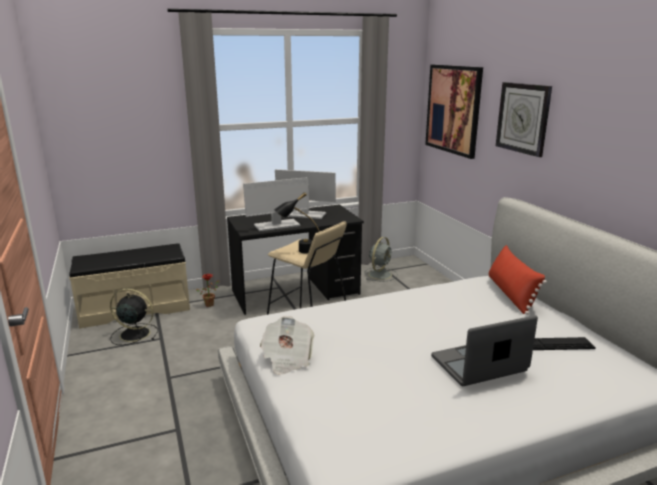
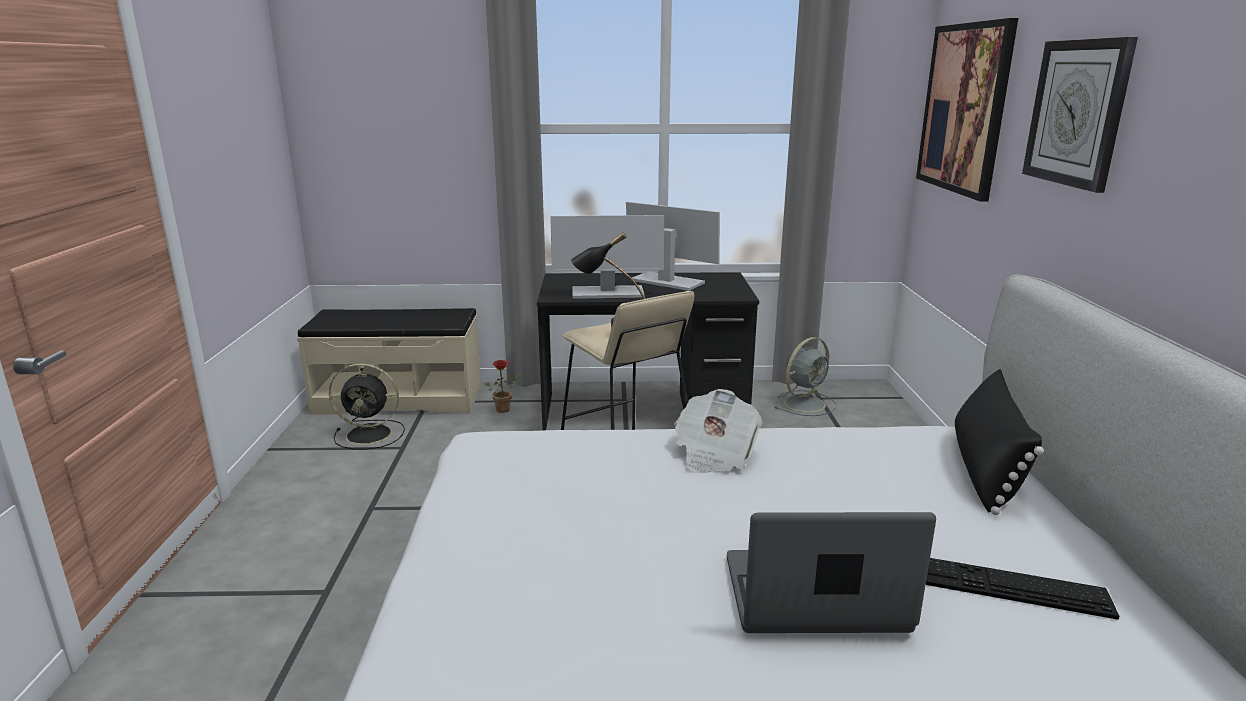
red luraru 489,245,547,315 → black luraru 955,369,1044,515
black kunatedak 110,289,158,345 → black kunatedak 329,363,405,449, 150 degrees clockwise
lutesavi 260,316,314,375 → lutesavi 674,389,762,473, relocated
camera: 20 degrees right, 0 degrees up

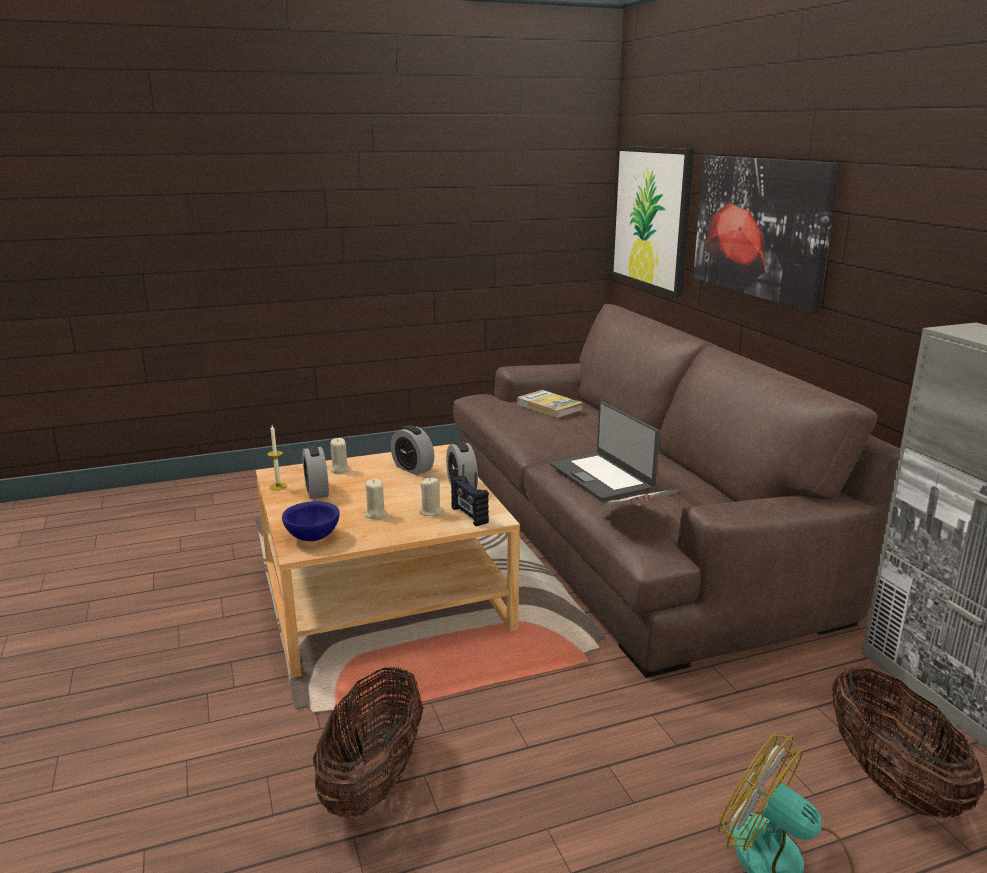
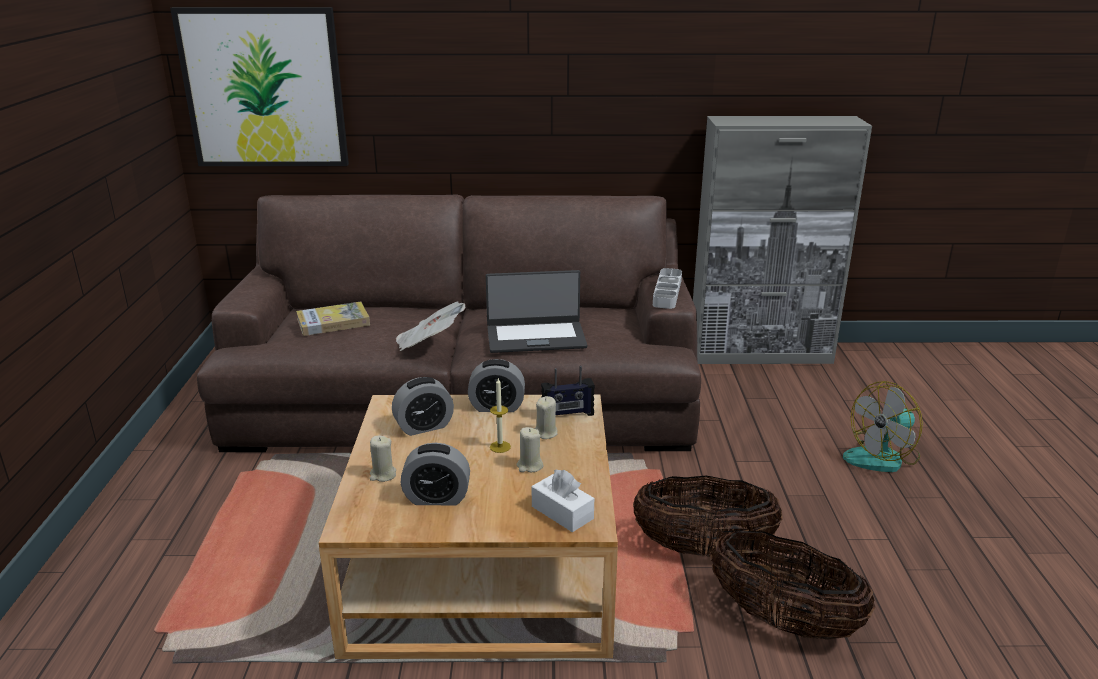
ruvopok 693,155,840,313 → -
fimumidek 267,425,287,490 → fimumidek 490,378,511,453, relocated
lutesavi 596,490,679,507 → lutesavi 396,301,465,351, relocated
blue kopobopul 282,501,340,541 → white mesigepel 532,470,594,532
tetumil 832,667,985,819 → tetumil 633,476,783,557, relocated
- → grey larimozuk 653,268,682,309
camera: 70 degrees left, 5 degrees up

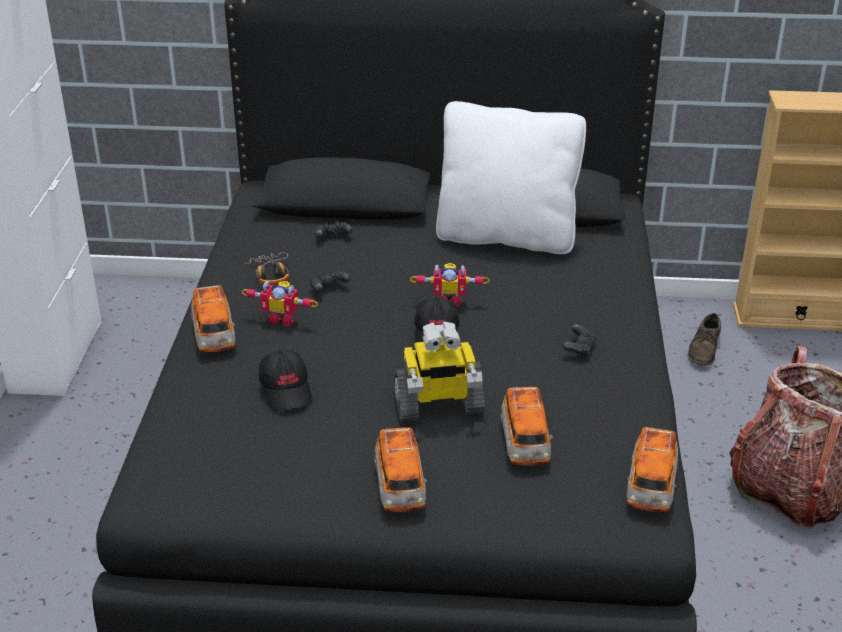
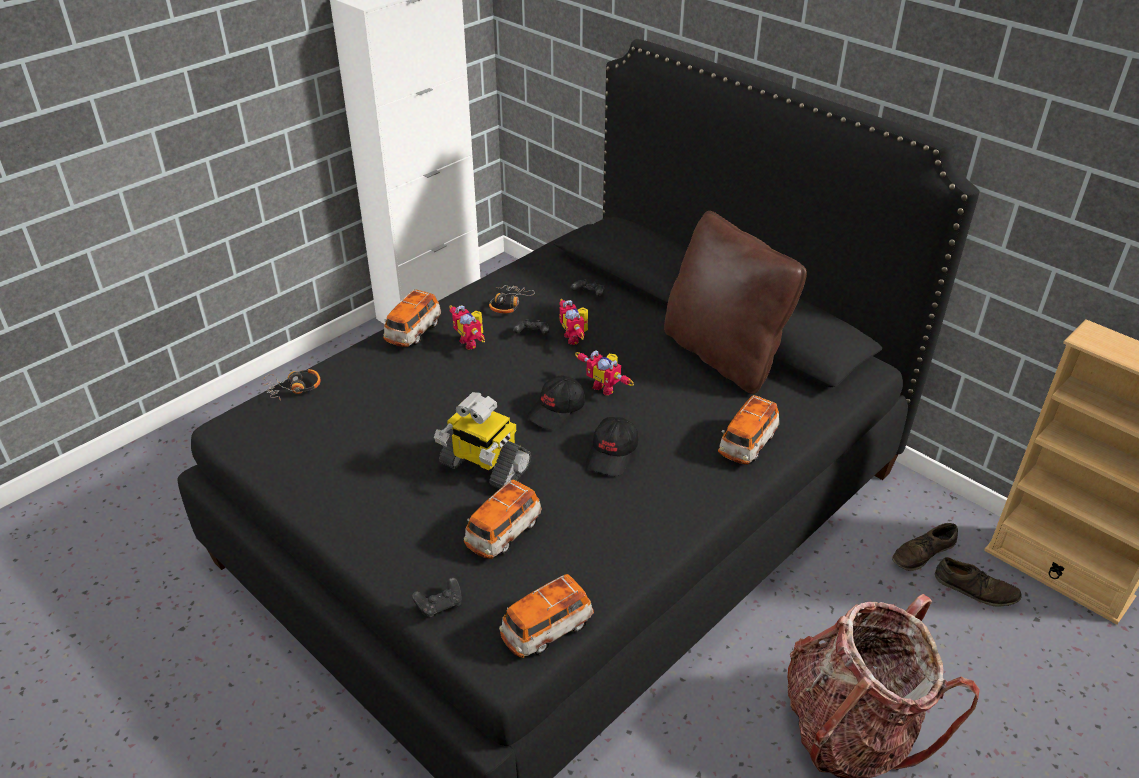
white luraru 436,101,586,254 → brown luraru 664,211,807,394
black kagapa 563,324,596,358 → black kagapa 412,577,462,618, relocated
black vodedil 259,350,313,412 → black vodedil 586,417,638,476, relocated
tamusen 374,427,427,512 → tamusen 718,395,779,464, relocated
- → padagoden 559,299,588,345
- → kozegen 264,369,321,401
- → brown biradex 935,557,1021,606
camera: 40 degrees right, 5 degrees up

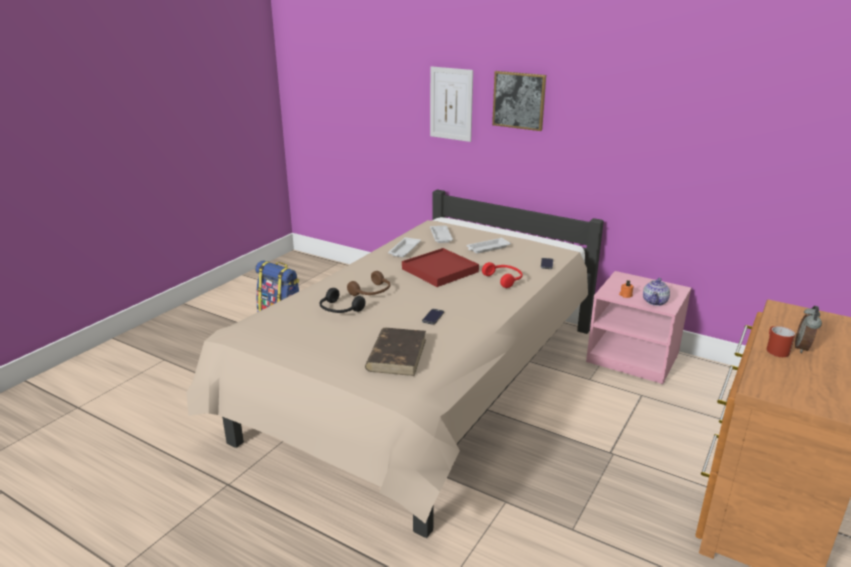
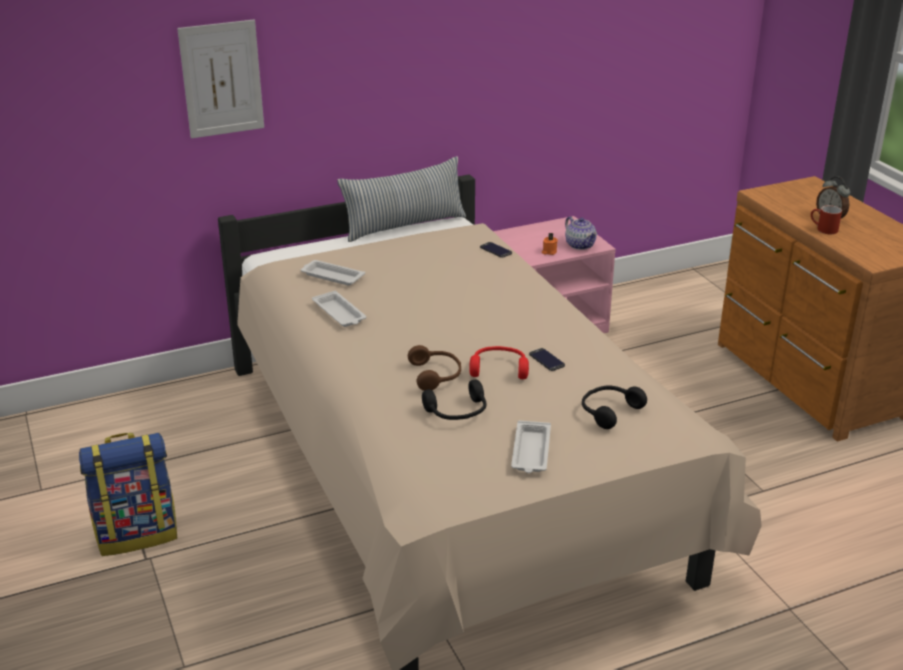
ruvopok 492,71,546,131 → -
white larimozuk 466,238,511,254 → white larimozuk 511,421,551,473, relocated
red larimozuk 402,248,479,287 → -
red kozegen 482,262,523,288 → red kozegen 469,346,529,379, relocated
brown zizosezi 365,328,426,376 → black kozegen 582,386,647,429
- → luraru 337,157,466,242
camera: 55 degrees left, 5 degrees up

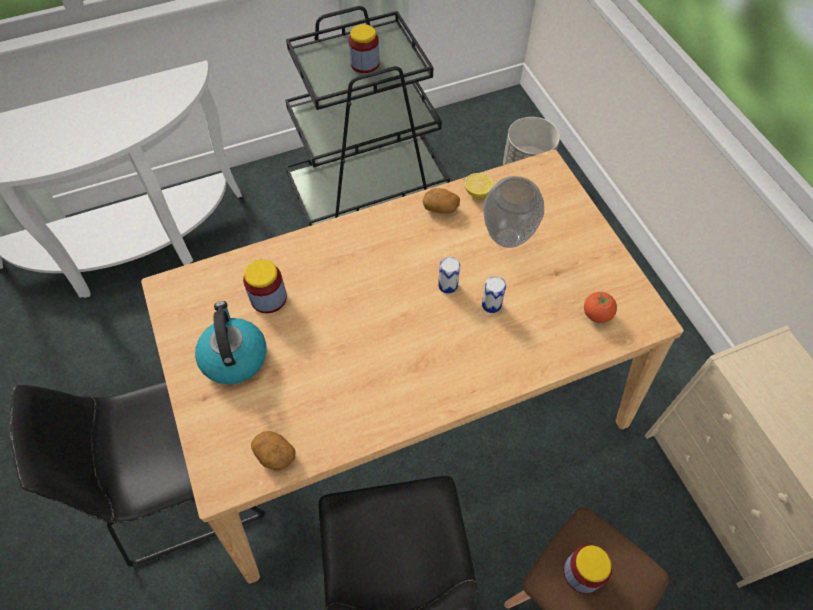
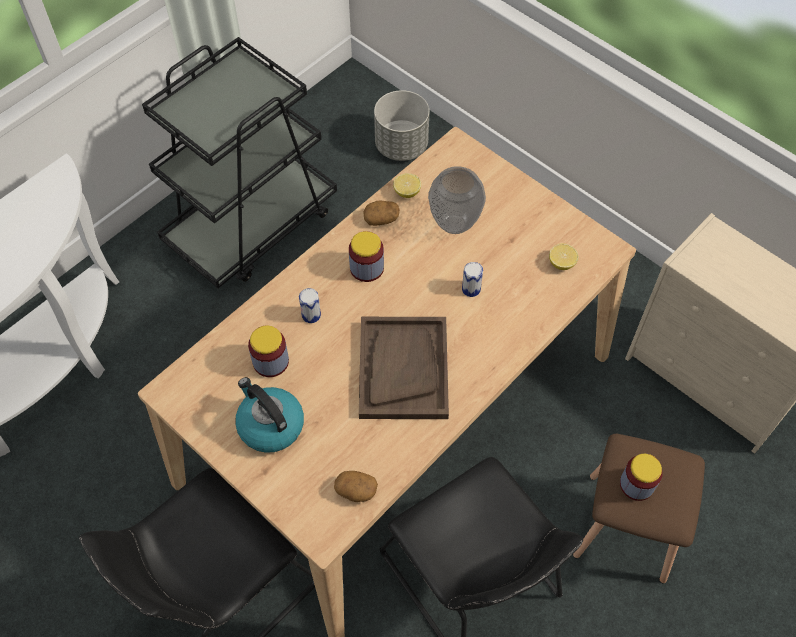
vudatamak 349,24,379,73 → vudatamak 349,231,384,282, relocated
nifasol 438,257,460,294 → nifasol 299,288,321,323, relocated
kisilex 584,292,617,323 → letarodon 549,243,579,270
- → brown larimozuk 359,317,449,419
camera: 25 degrees left, 0 degrees up

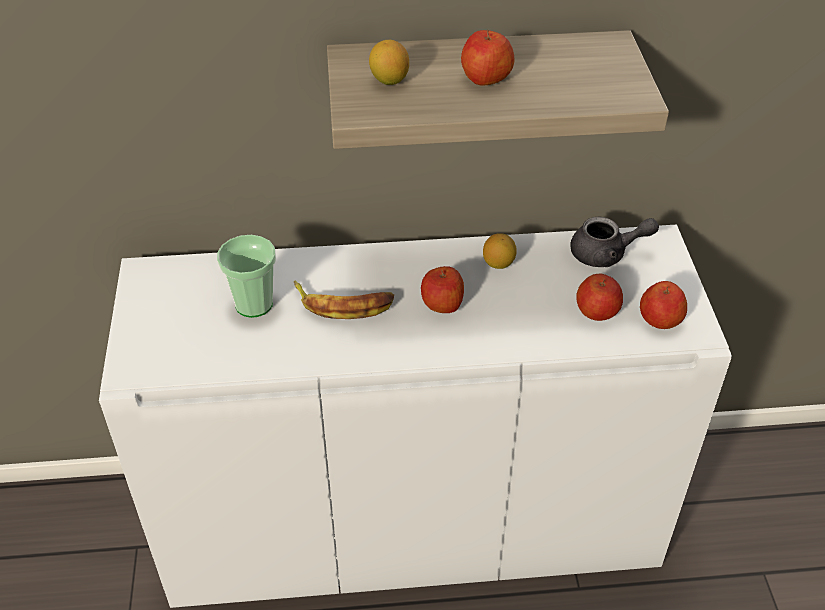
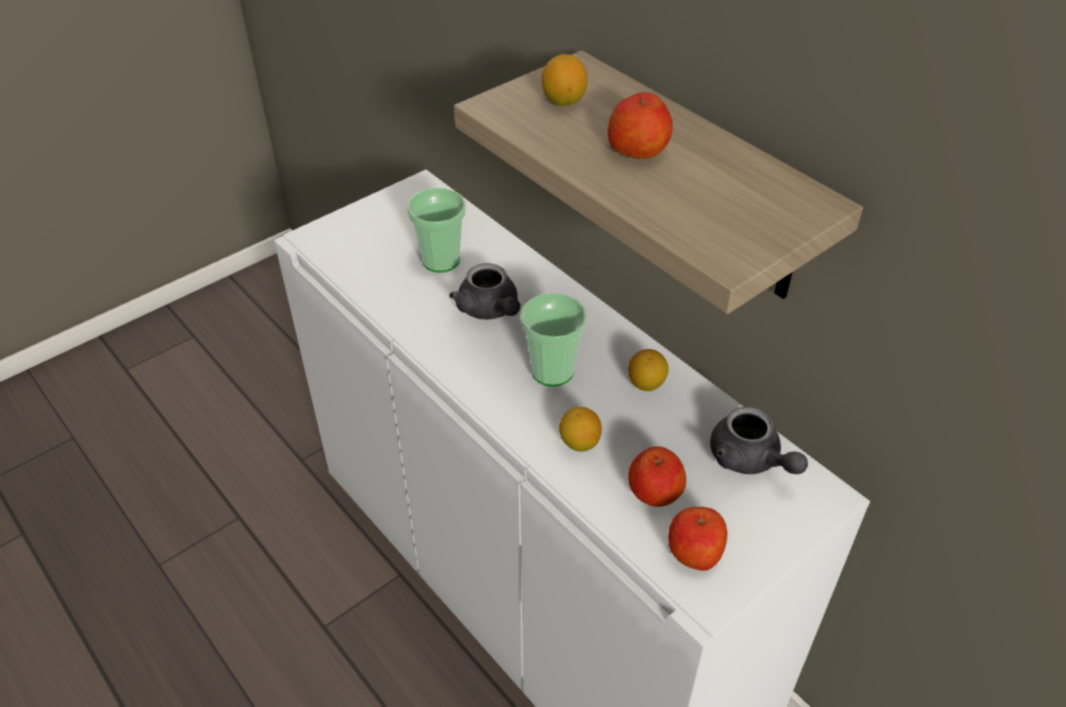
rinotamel 421,266,464,313 → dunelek 520,293,587,387
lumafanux 294,281,394,319 → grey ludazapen 449,263,520,320
- → letarodon 559,407,602,452
camera: 55 degrees right, 0 degrees up

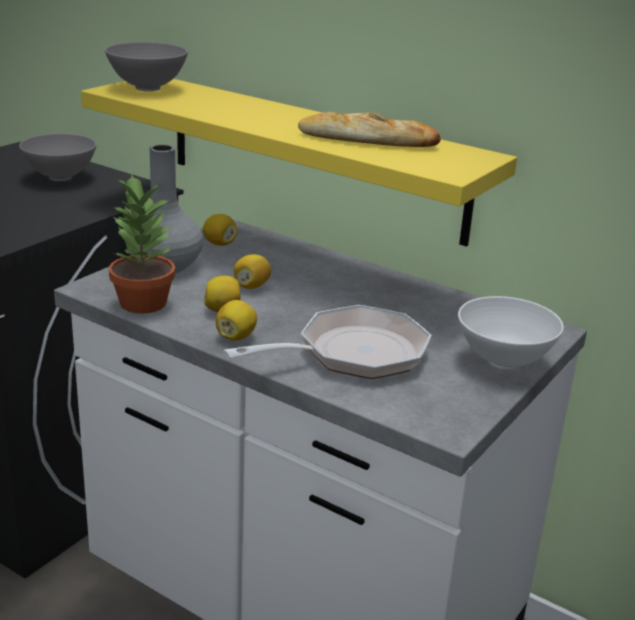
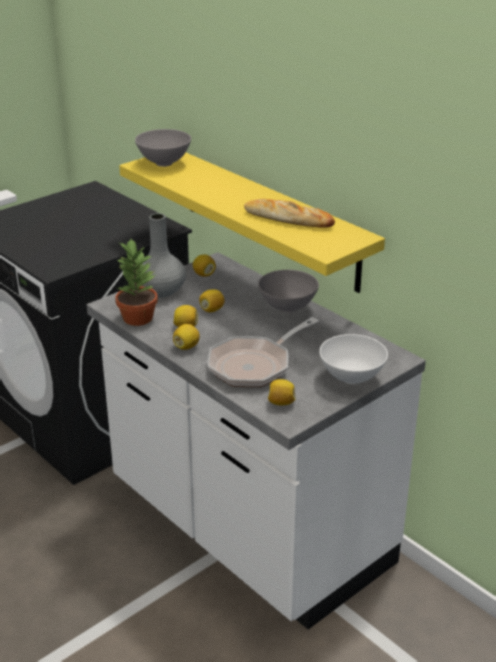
grey kopobopul 19,133,97,181 → grey kopobopul 258,270,319,313, relocated
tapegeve 224,305,431,379 → tapegeve 208,317,319,387, 150 degrees clockwise
- → letarodon 268,379,296,405
camera: 15 degrees right, 5 degrees up

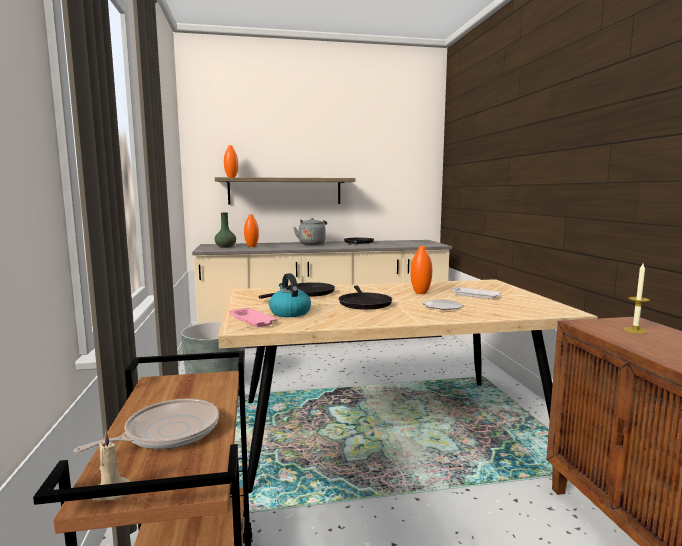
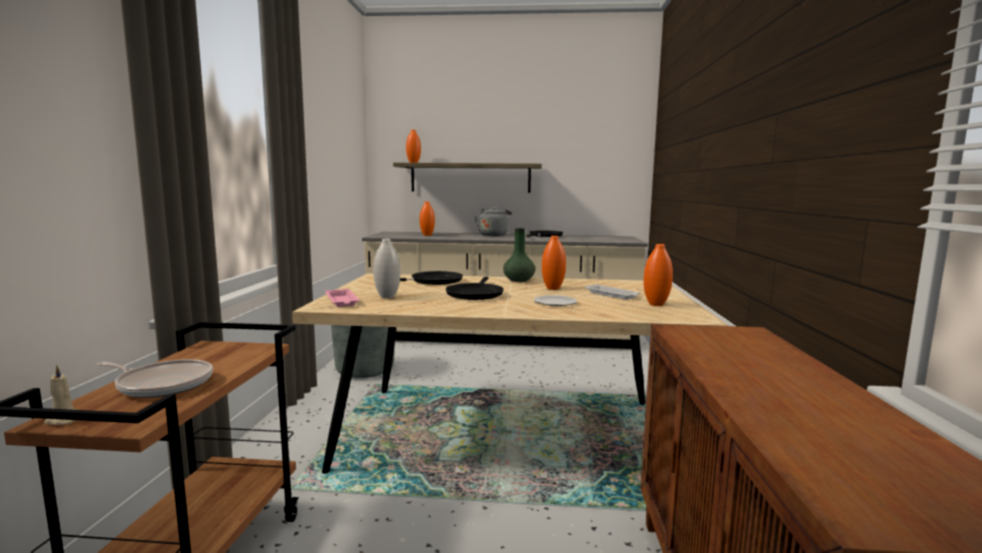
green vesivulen 214,212,236,248 → green vesivulen 503,228,535,282, relocated
fimumidek 623,264,650,334 → -
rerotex 269,273,311,317 → white vesivulen 373,239,400,299
tapegeve 74,399,219,453 → tapegeve 97,359,213,398, 45 degrees clockwise
- → orange vesivulen 643,244,673,306
camera: 15 degrees right, 0 degrees up

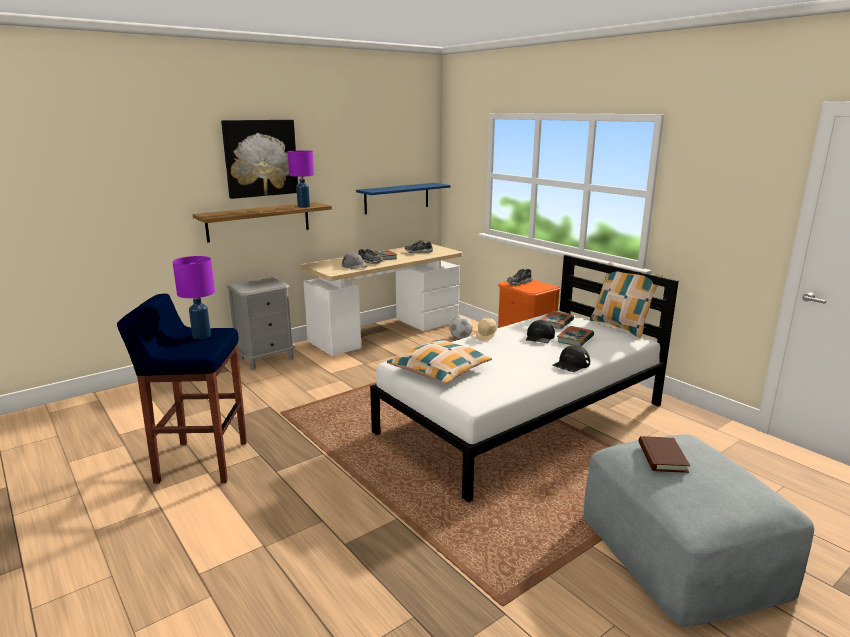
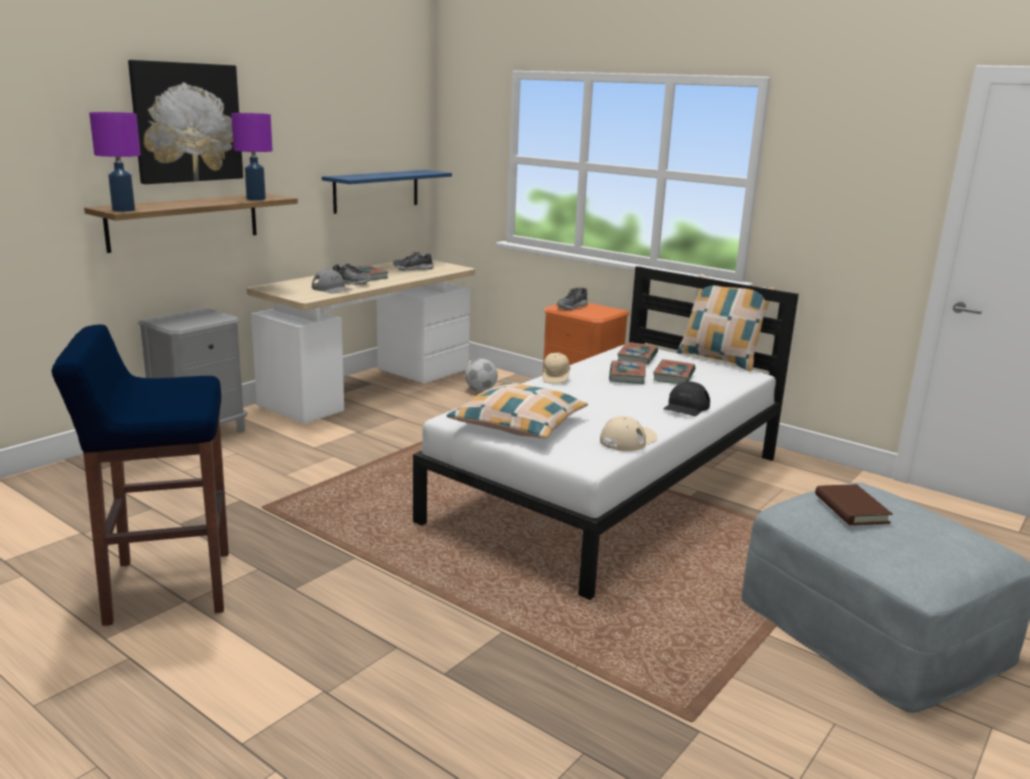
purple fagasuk 172,256,215,339 → purple fagasuk 89,112,141,212, relocated
black vodedil 526,320,555,343 → zizosezi 609,361,646,384
- → beige vodedil 600,416,658,451
camera: 15 degrees left, 0 degrees up

